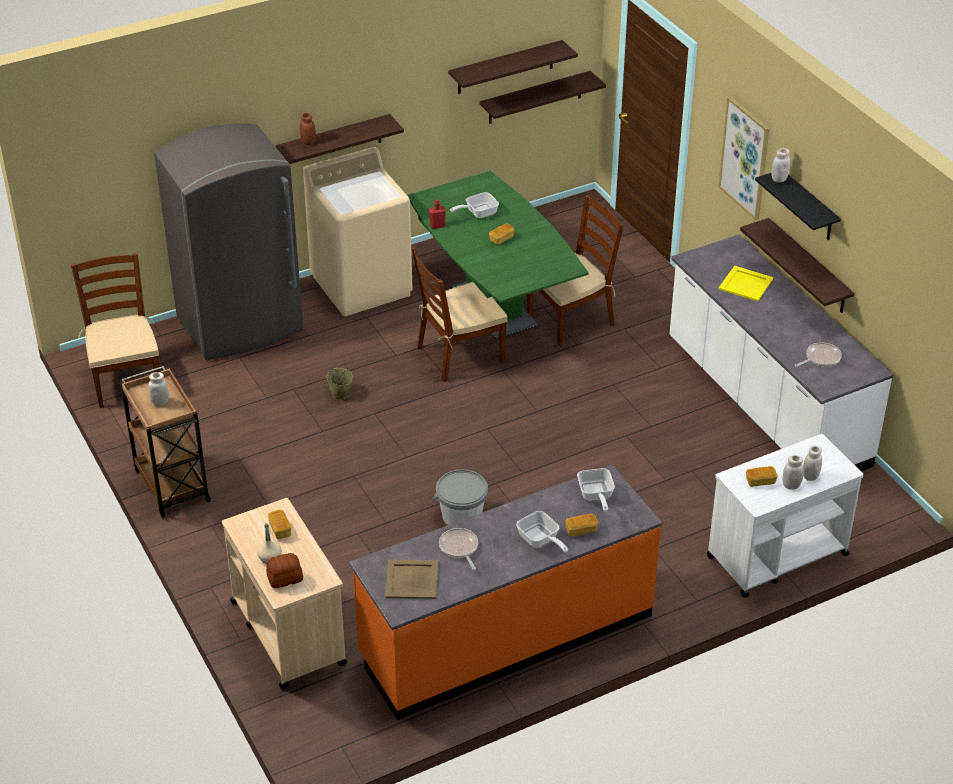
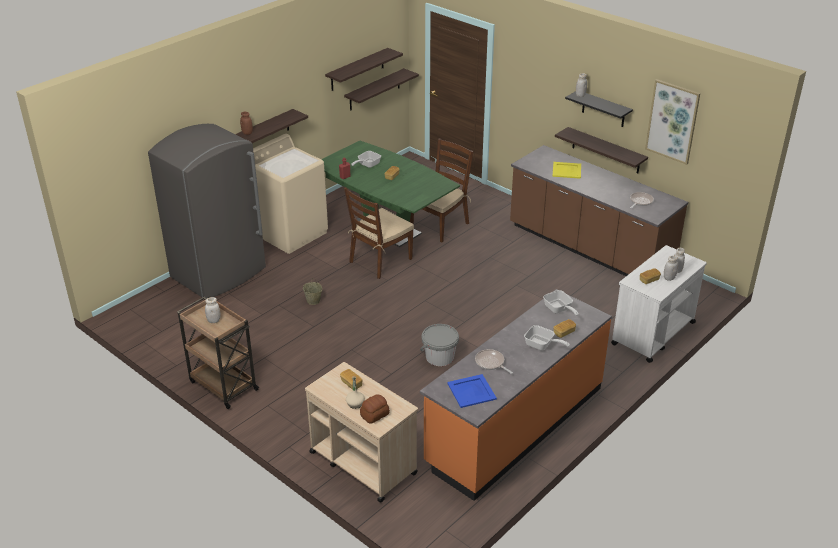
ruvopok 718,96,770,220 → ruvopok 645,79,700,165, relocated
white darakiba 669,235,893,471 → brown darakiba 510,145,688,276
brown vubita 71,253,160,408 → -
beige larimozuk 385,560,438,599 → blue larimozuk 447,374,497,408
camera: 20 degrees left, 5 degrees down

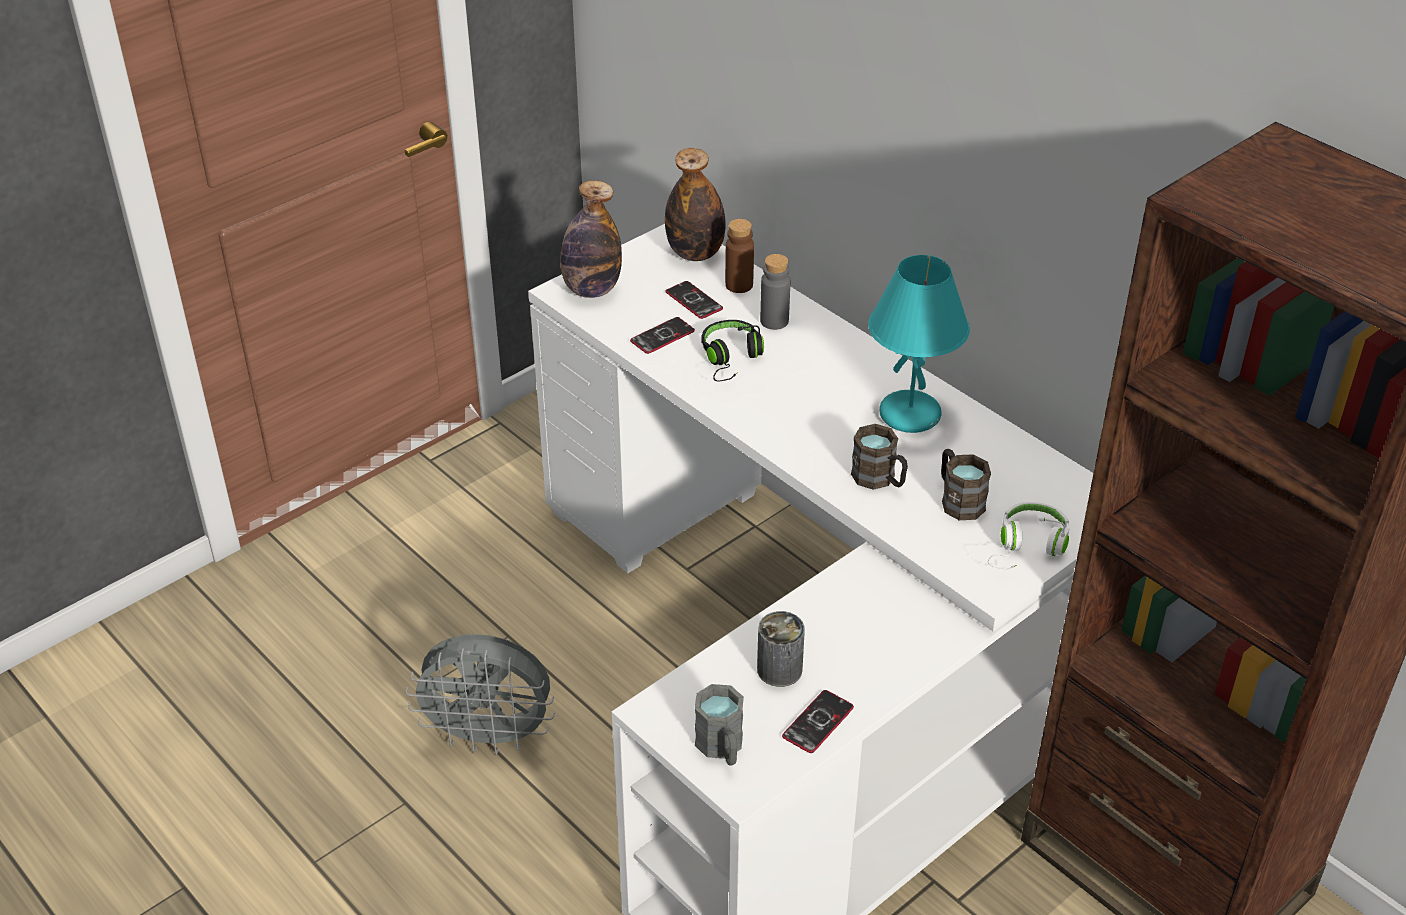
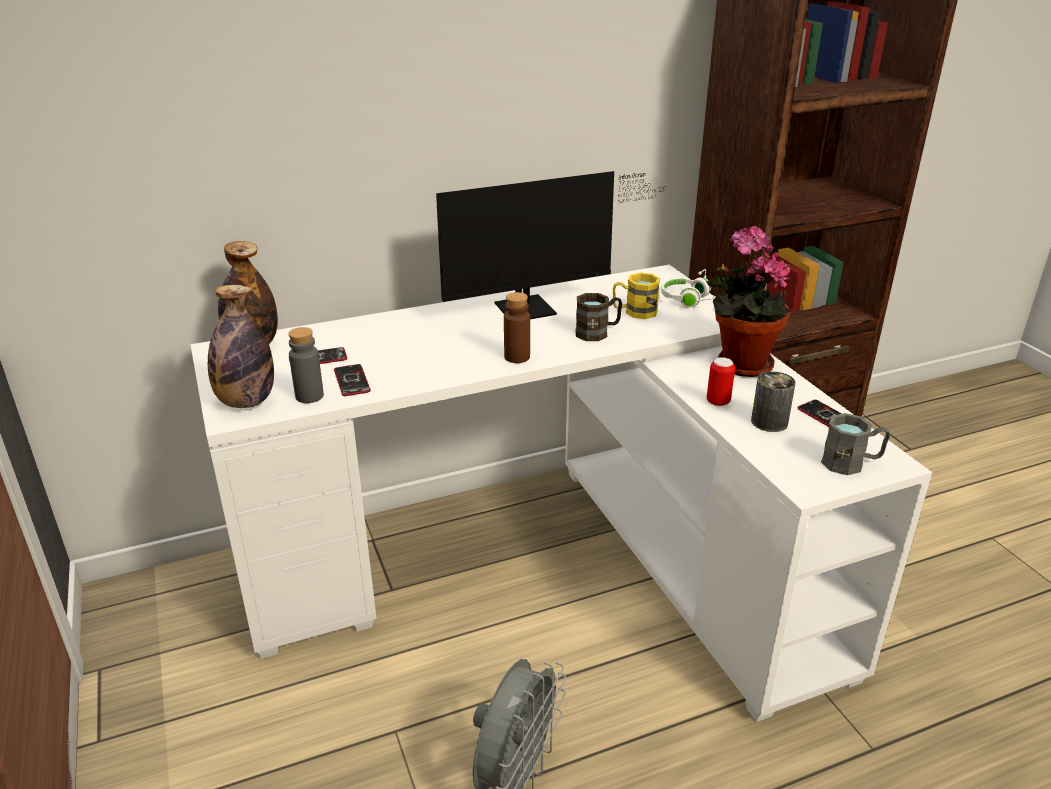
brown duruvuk 725,219,754,293 → brown duruvuk 504,292,530,363, relocated
grey duruvuk 760,254,790,330 → grey duruvuk 288,327,324,403, relocated
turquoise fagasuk 868,255,970,433 → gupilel 436,171,666,319
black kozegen 701,320,764,382 → -
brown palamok 941,449,991,520 → yellow palamok 613,272,660,319
- → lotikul 706,226,790,377
- → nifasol 707,357,735,406
camera: 70 degrees left, 10 degrees down

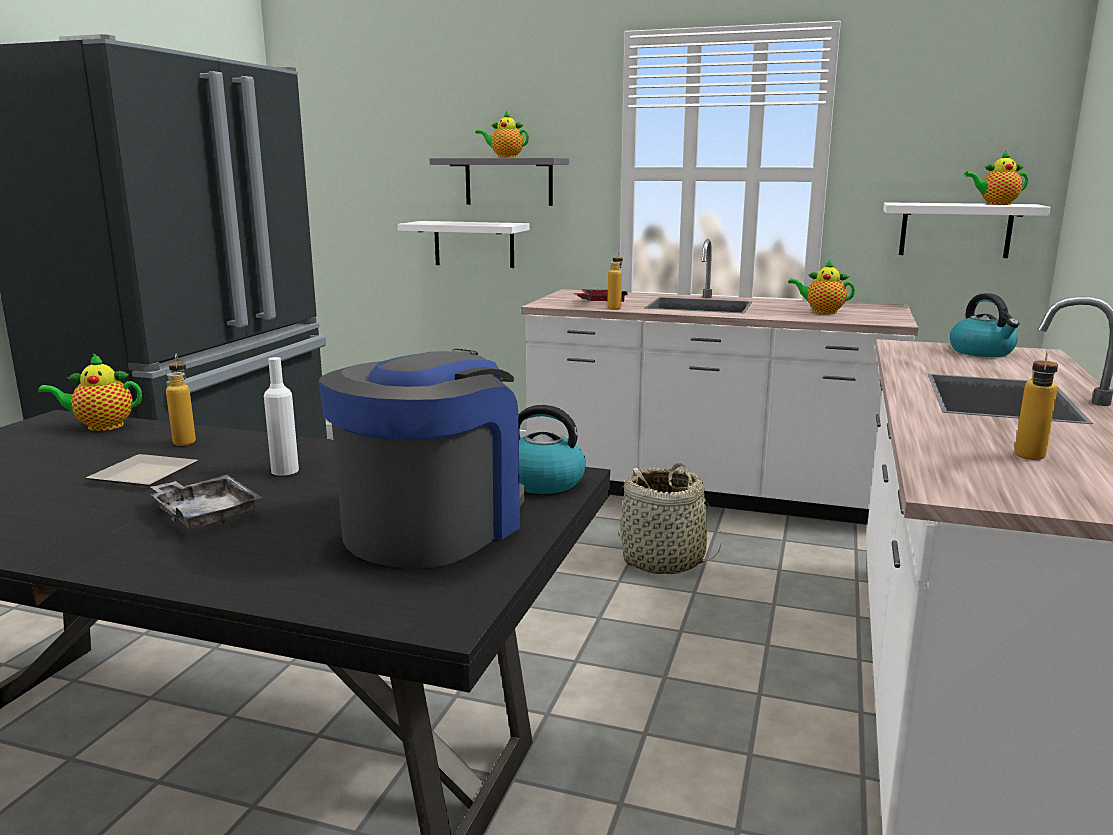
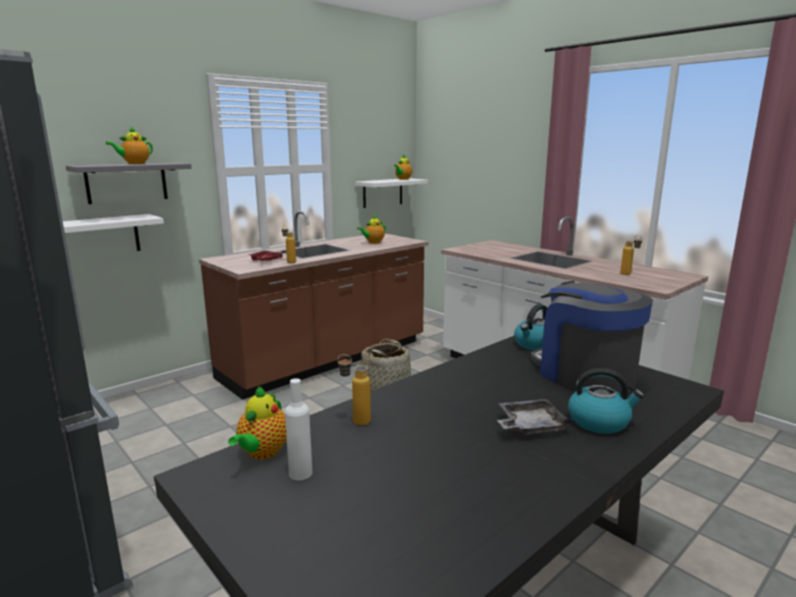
white darakiba 521,239,918,525 → brown darakiba 199,211,429,400
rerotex 950,293,1020,357 → rerotex 568,368,644,434, relocated
white duruvuk 264,357,299,476 → white duruvuk 285,378,312,480, relocated
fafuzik 87,454,198,486 → -
camera: 60 degrees left, 0 degrees up

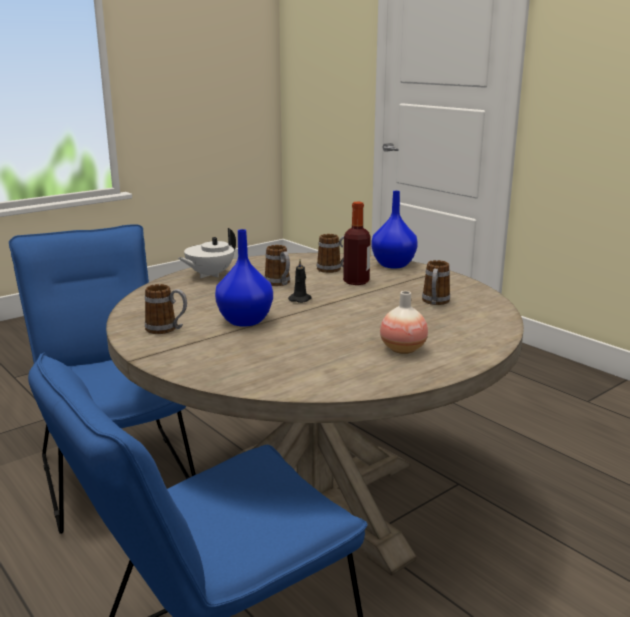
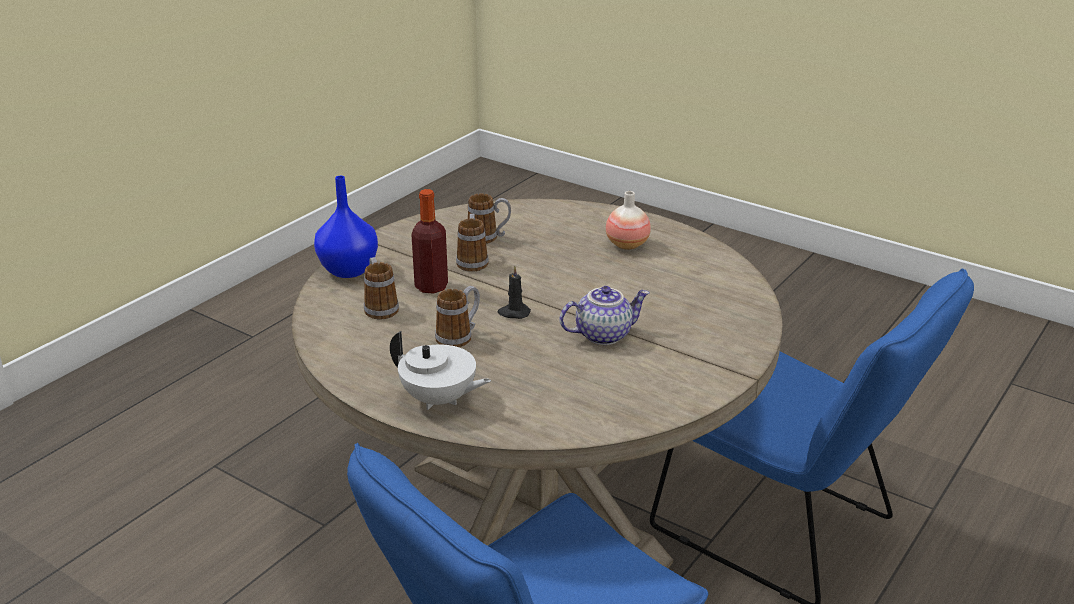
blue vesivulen 215,229,273,327 → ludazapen 559,286,650,345
palamok 145,284,187,334 → palamok 456,214,489,272, relocated
camera: 105 degrees left, 10 degrees up

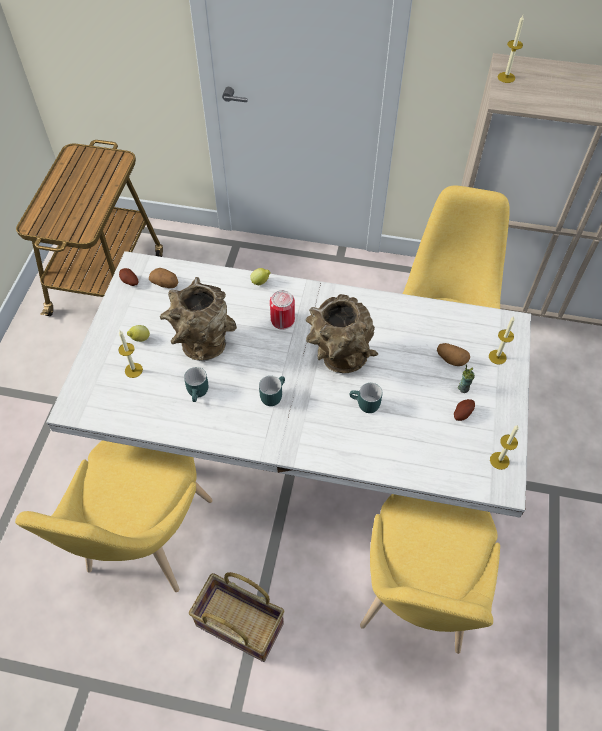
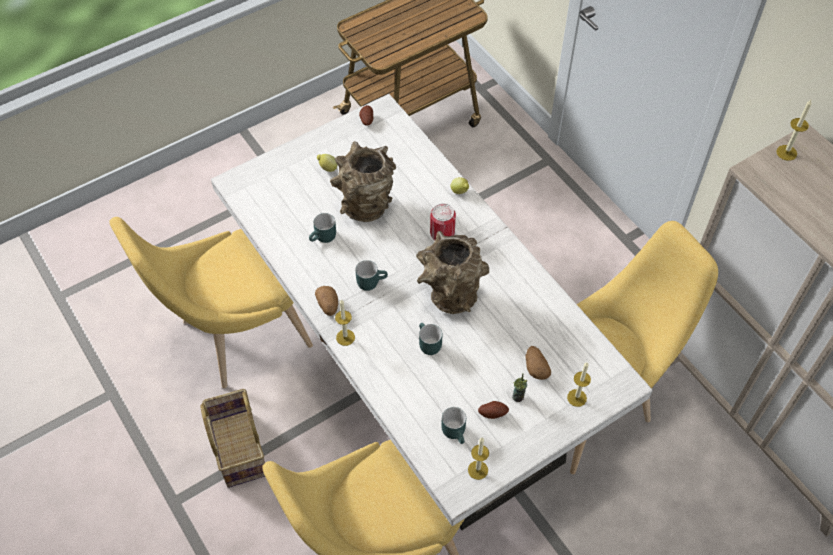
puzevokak 149,268,178,288 → puzevokak 315,286,338,316, relocated
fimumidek 118,331,143,378 → fimumidek 335,300,355,346, relocated
- → turquoise palamok 441,407,466,444
camera: 45 degrees right, 0 degrees up

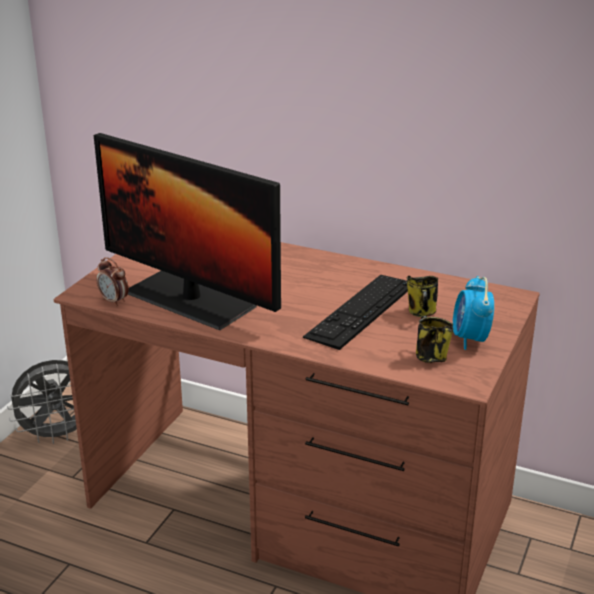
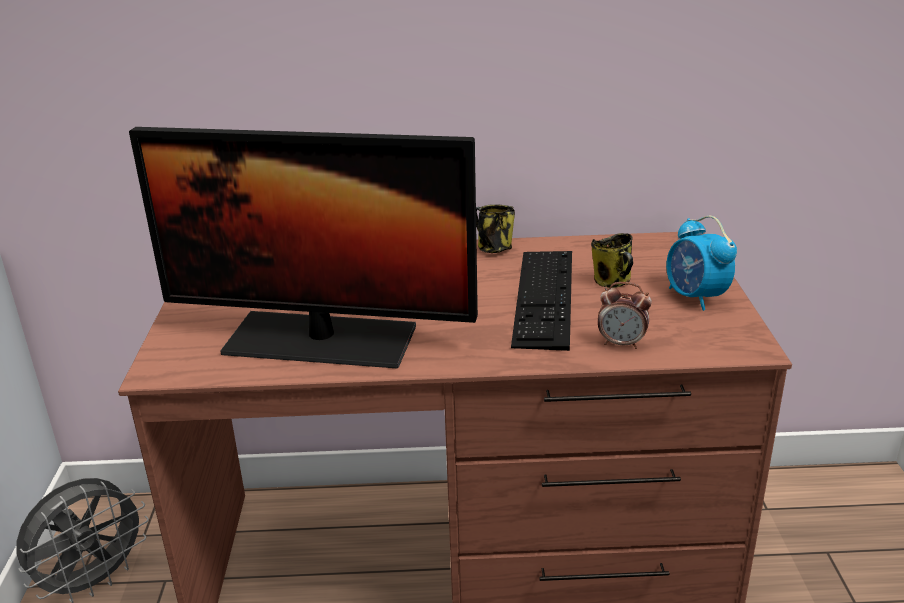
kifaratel 96,257,129,306 → kifaratel 598,282,652,349, relocated
palamok 416,316,453,363 → palamok 476,204,515,253, relocated
camera: 25 degrees left, 0 degrees up

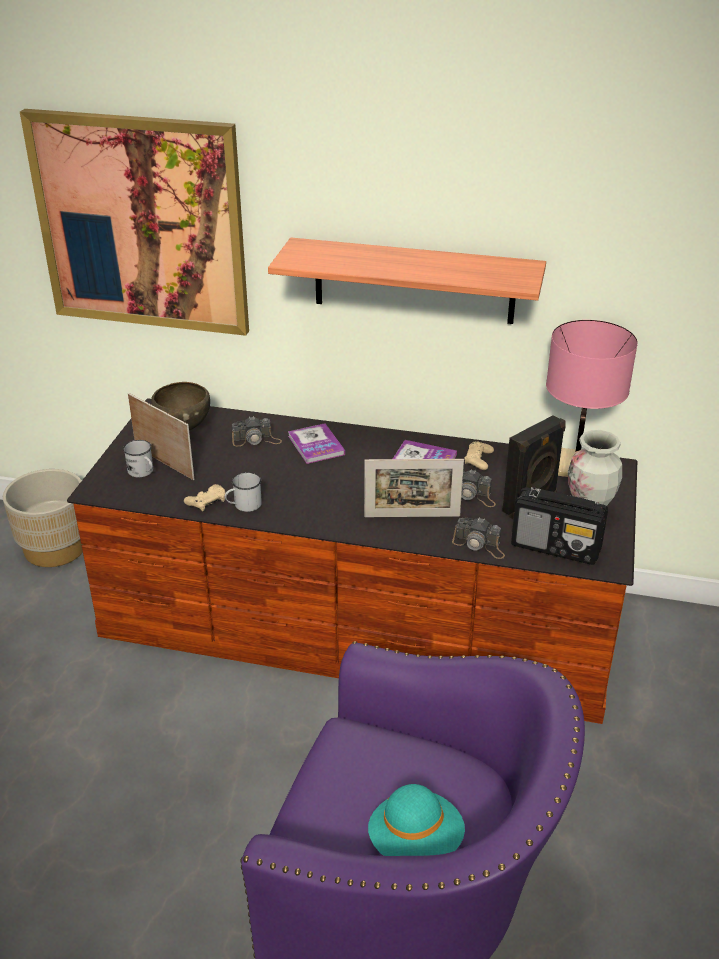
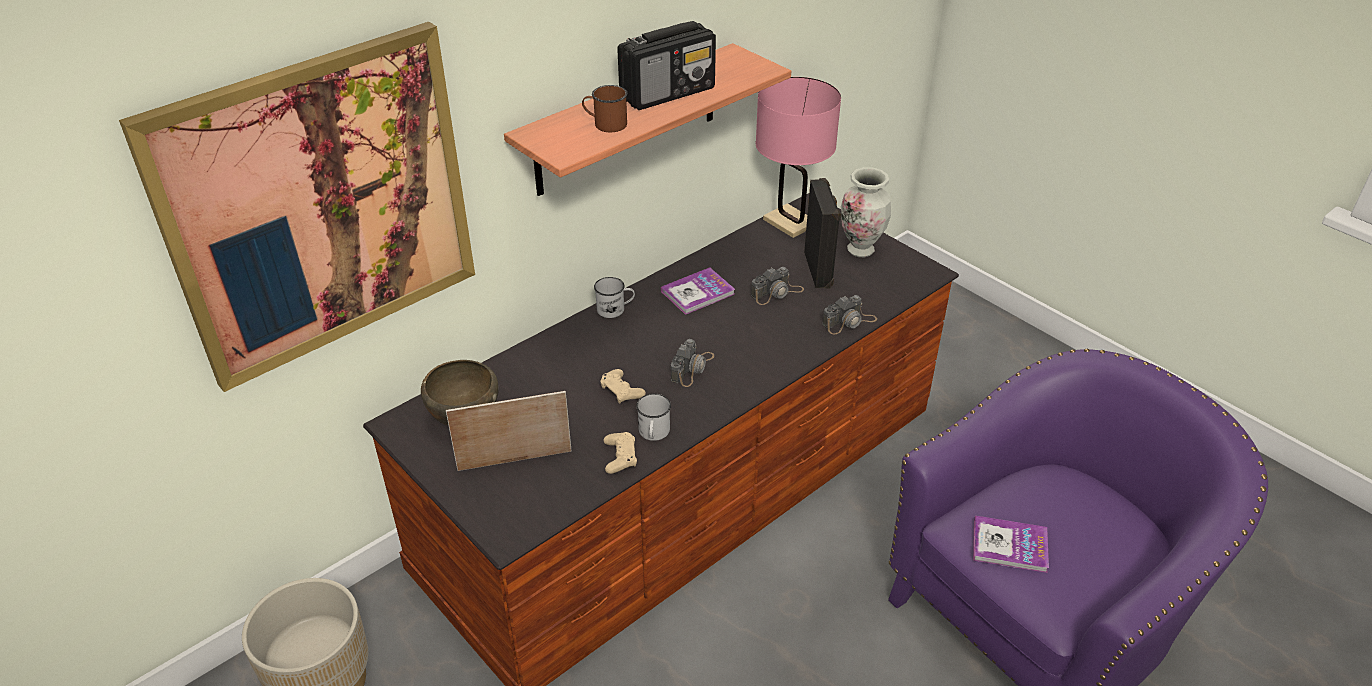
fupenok 232,416,282,446 → fupenok 671,339,714,387, relocated
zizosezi 288,423,345,464 → zizosezi 973,516,1049,573, relocated
white palamok 123,440,153,477 → white palamok 594,277,635,318, relocated
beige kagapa 464,441,494,470 → beige kagapa 600,369,646,404, relocated
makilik 364,459,464,517 → -
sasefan 511,487,608,565 → sasefan 617,21,716,110, relocated
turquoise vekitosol 368,784,465,856 → -
- → brown palamok 582,85,628,132
camera: 55 degrees left, 5 degrees up

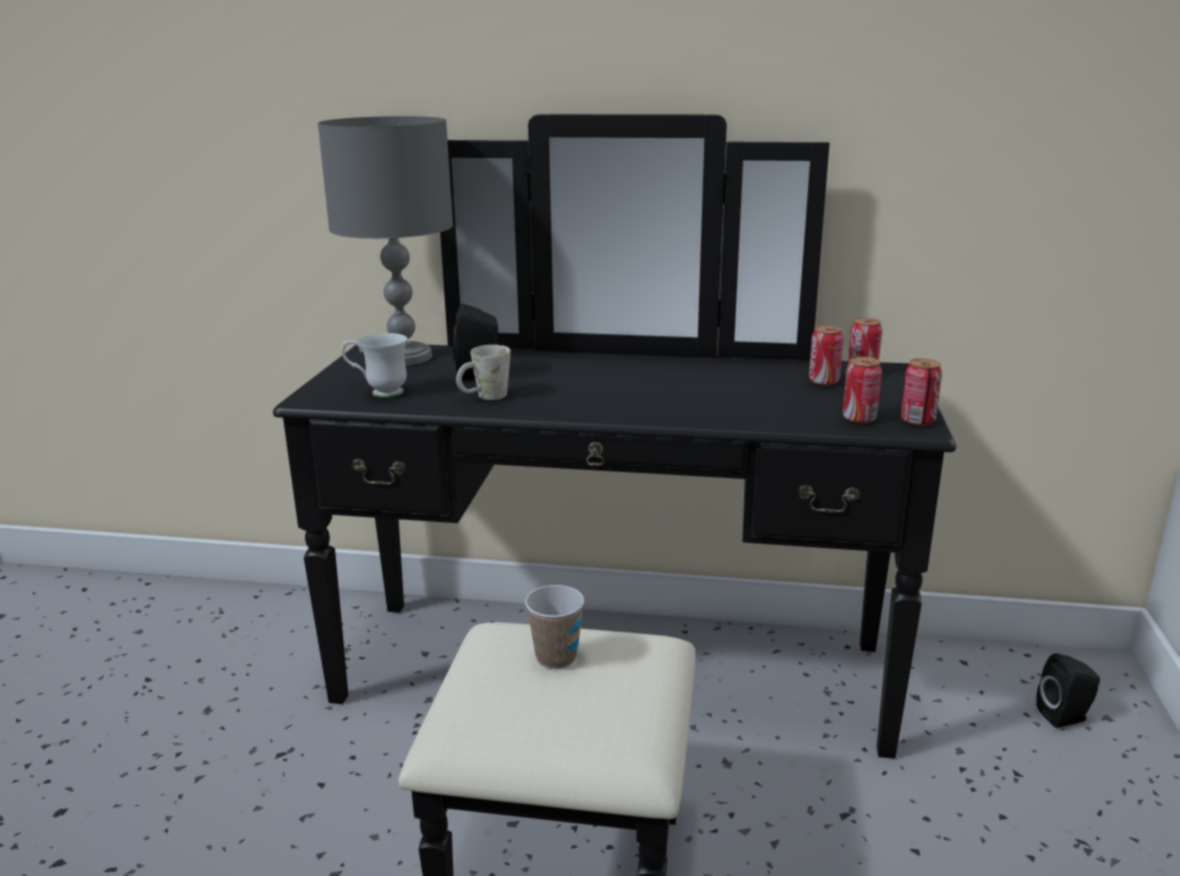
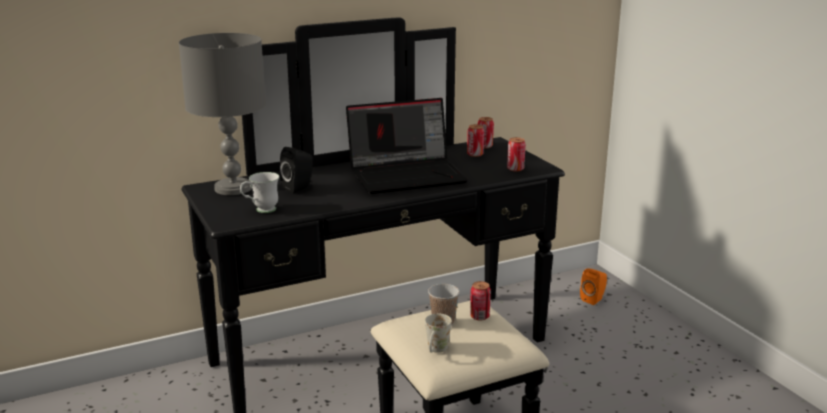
white palamok 456,345,511,400 → white palamok 425,314,452,353, relocated
nifasol 901,358,942,426 → nifasol 470,281,491,321, relocated
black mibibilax 1036,653,1100,728 → orange mibibilax 580,269,607,305
- → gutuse 346,98,468,194
camera: 35 degrees left, 0 degrees up

